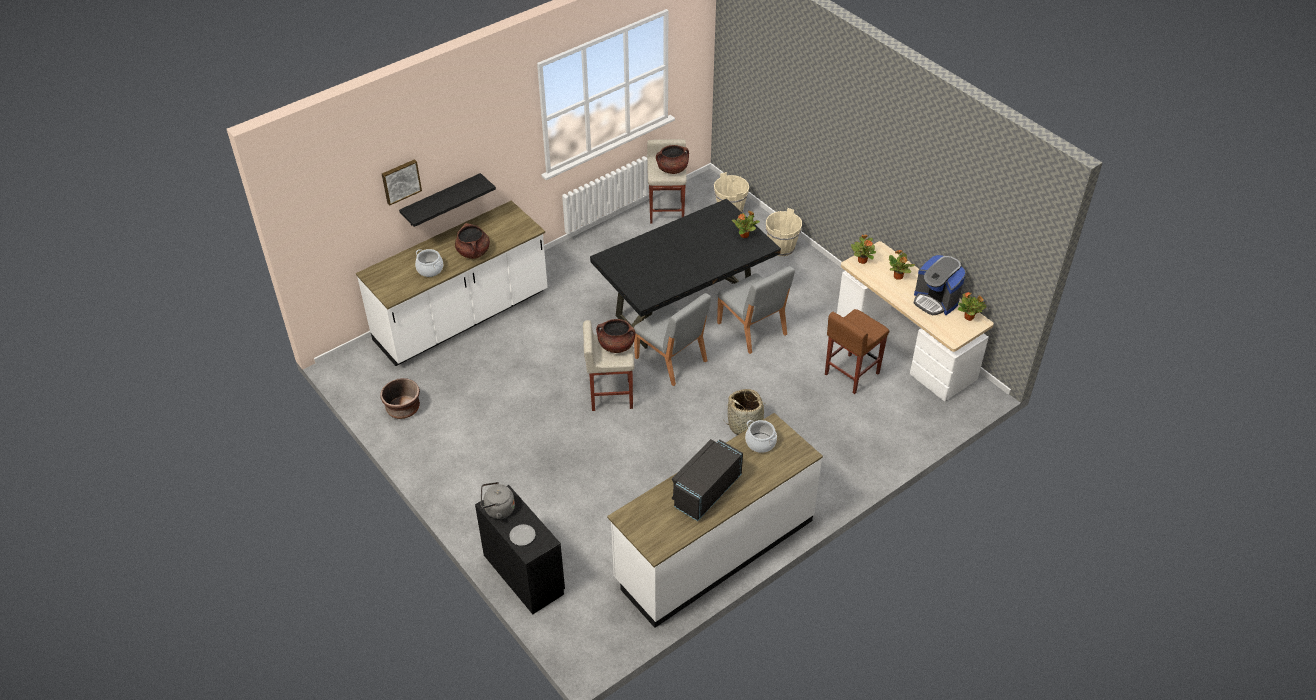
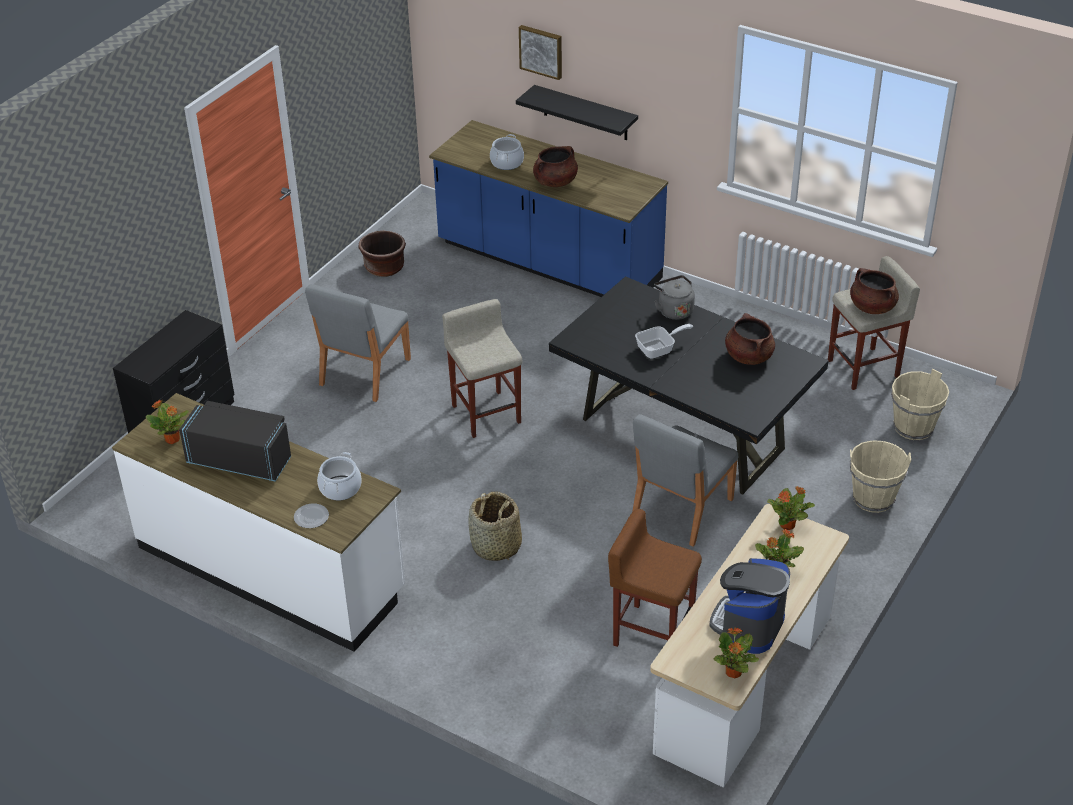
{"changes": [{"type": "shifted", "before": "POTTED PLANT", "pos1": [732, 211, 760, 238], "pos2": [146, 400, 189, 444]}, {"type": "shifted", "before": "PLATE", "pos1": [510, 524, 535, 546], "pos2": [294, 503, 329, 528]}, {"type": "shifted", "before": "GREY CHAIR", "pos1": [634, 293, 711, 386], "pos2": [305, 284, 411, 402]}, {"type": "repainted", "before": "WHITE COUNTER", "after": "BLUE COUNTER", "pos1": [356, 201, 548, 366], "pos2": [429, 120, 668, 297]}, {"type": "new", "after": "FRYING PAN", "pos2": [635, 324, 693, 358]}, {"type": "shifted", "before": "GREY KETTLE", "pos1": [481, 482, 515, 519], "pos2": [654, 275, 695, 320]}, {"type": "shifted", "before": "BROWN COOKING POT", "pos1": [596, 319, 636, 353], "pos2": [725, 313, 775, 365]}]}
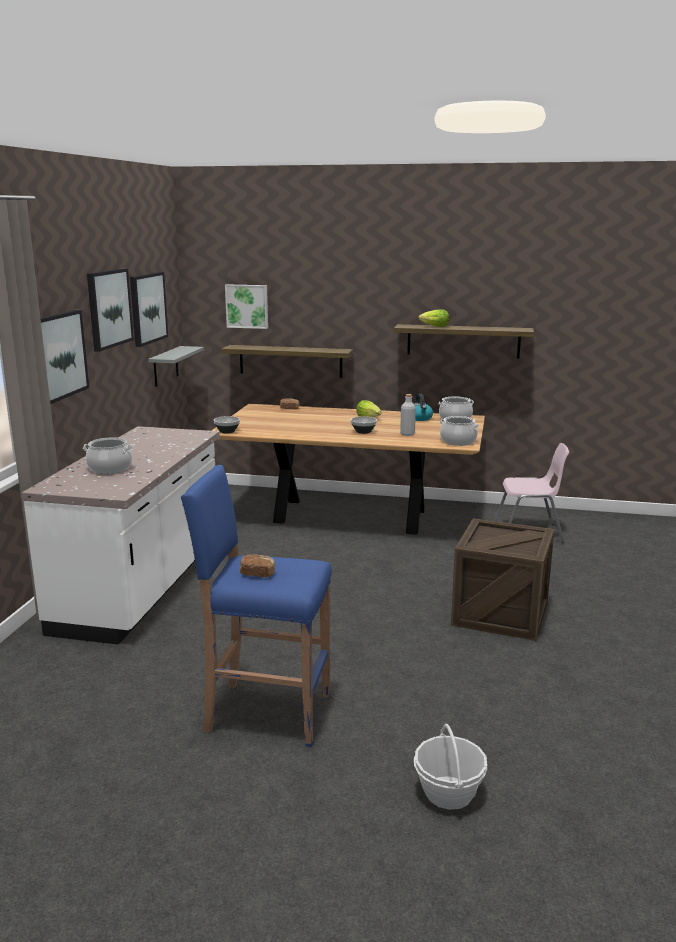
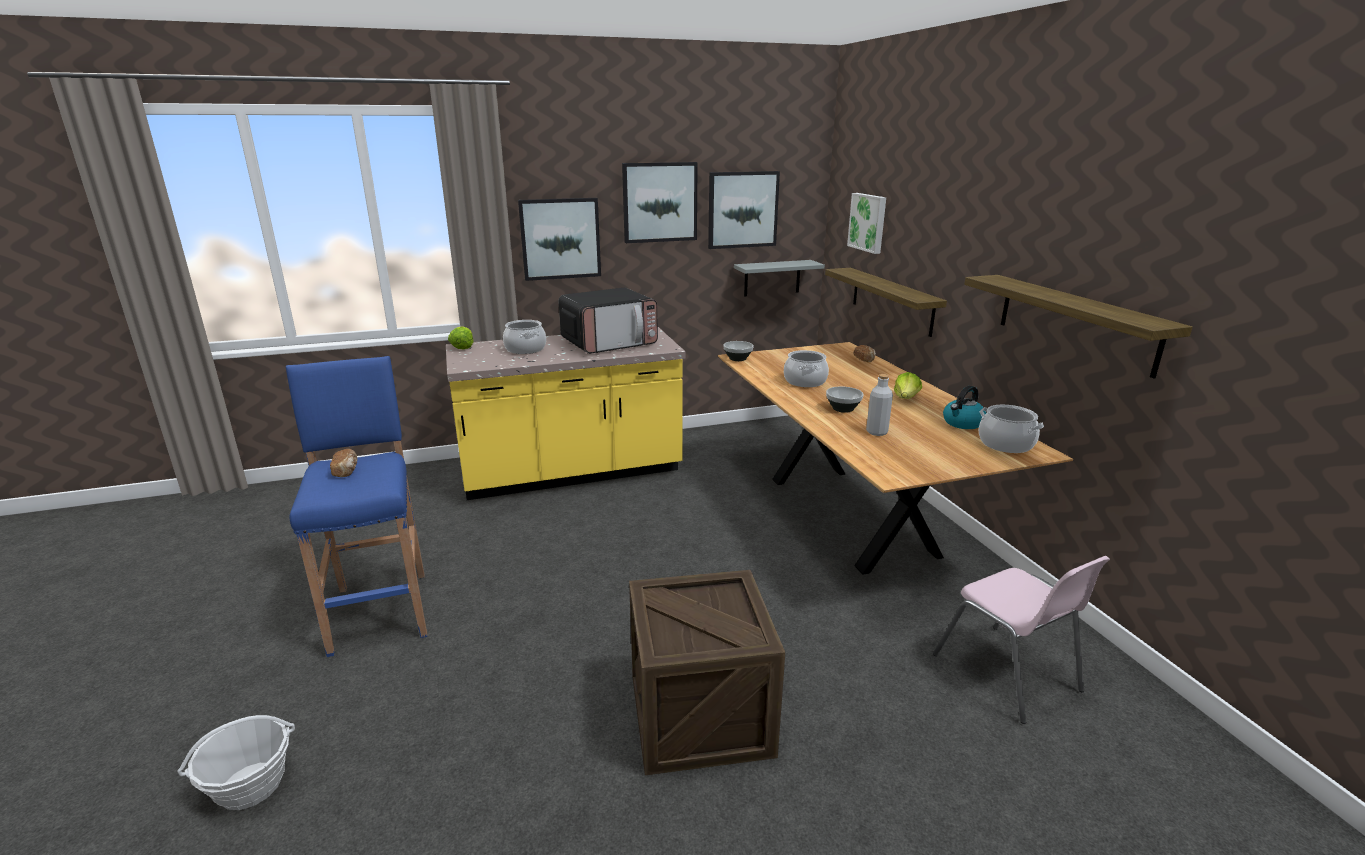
{"changes": [{"type": "repainted", "before": "WHITE COUNTER", "after": "YELLOW COUNTER", "pos1": [22, 426, 220, 645], "pos2": [446, 327, 685, 500]}, {"type": "shifted", "before": "LETTUCE", "pos1": [418, 309, 449, 327], "pos2": [448, 326, 474, 349]}, {"type": "new", "after": "MICROWAVE", "pos2": [558, 288, 658, 354]}, {"type": "shifted", "before": "COOKING POT", "pos1": [440, 416, 479, 446], "pos2": [784, 350, 829, 387]}]}
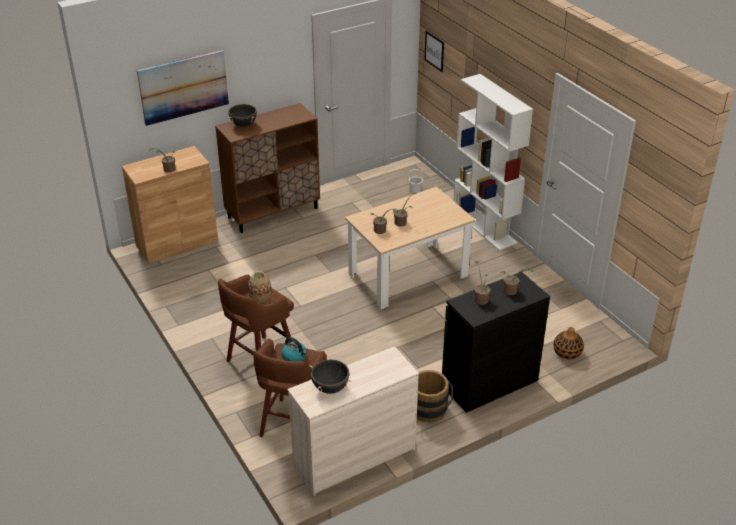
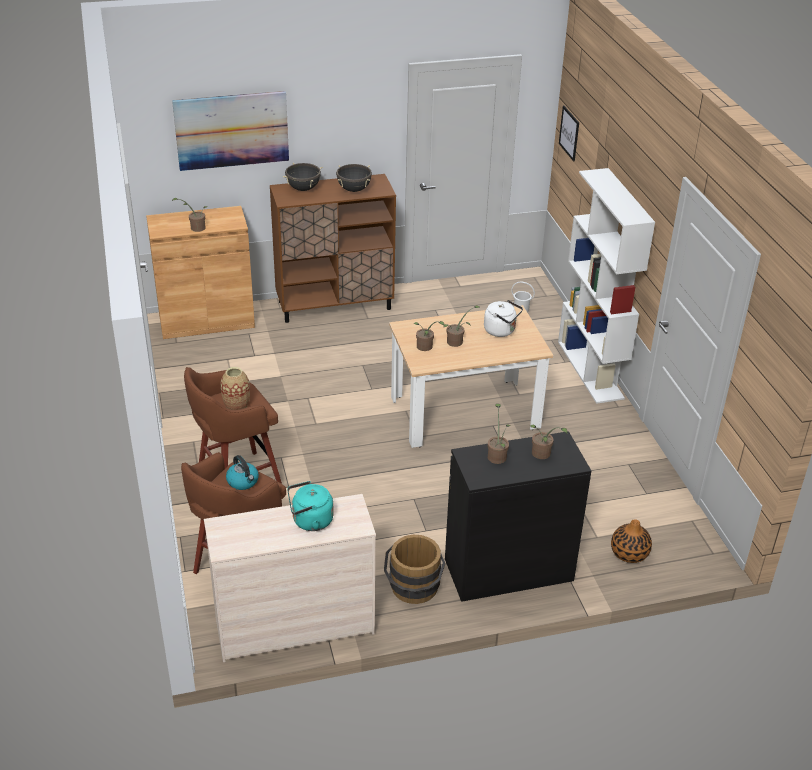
{"changes": [{"type": "new", "after": "TURQUOISE KETTLE", "pos2": [287, 481, 334, 531]}, {"type": "shifted", "before": "BLACK COOKING POT", "pos1": [309, 358, 351, 394], "pos2": [336, 164, 372, 192]}, {"type": "new", "after": "WHITE KETTLE", "pos2": [484, 300, 523, 337]}]}
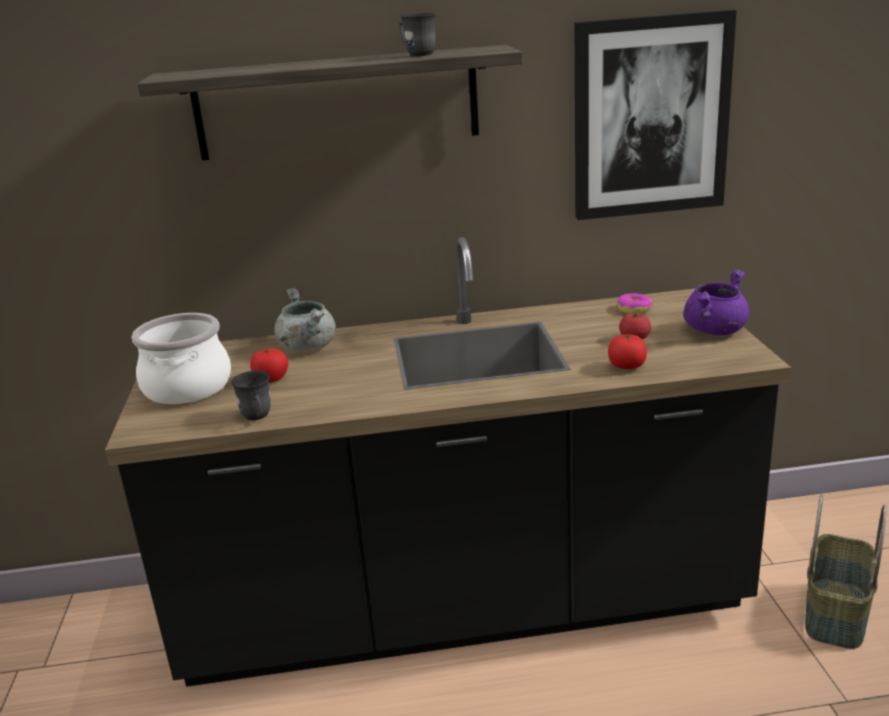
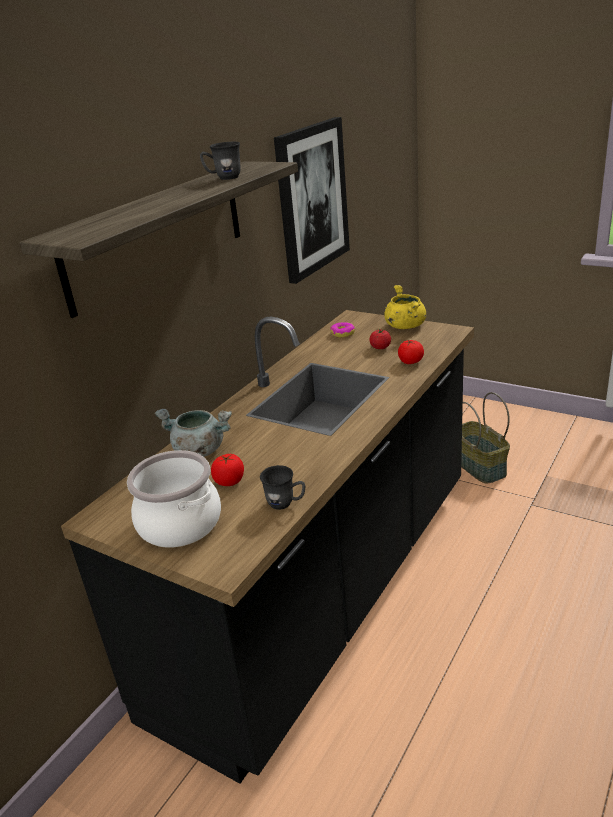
{"changes": [{"type": "repainted", "before": "PURPLE COOKING POT", "after": "YELLOW COOKING POT", "pos1": [683, 269, 749, 335], "pos2": [384, 285, 426, 329]}]}
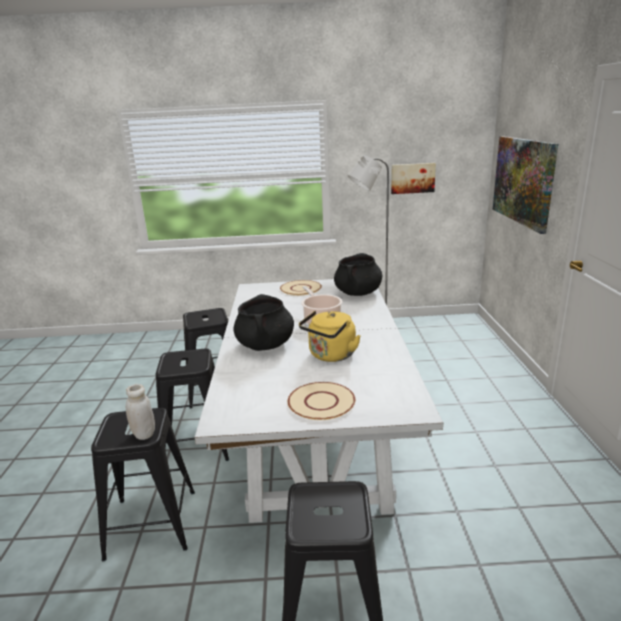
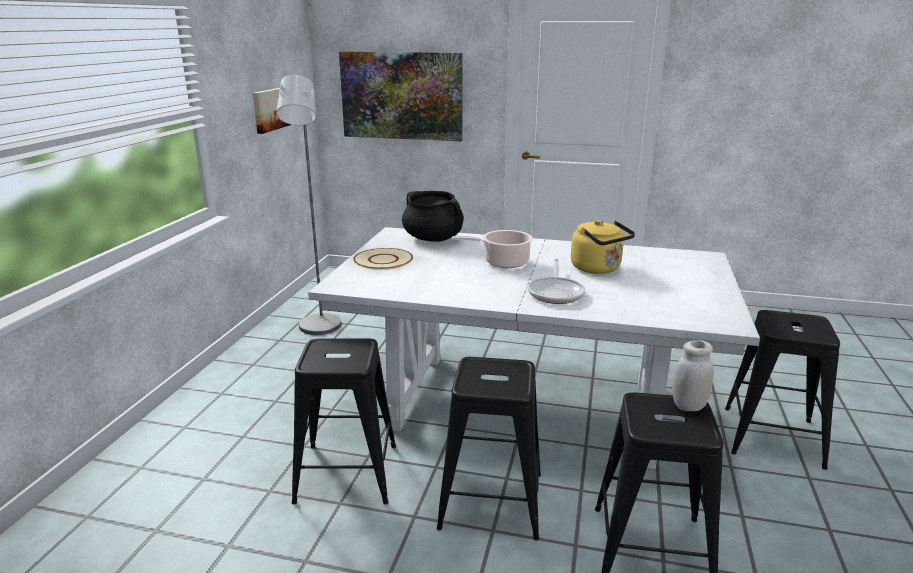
{"changes": [{"type": "swapped", "before": "BLACK COOKING POT", "after": "FRYING PAN", "pos1": [233, 294, 294, 351], "pos2": [528, 258, 585, 304]}, {"type": "gone", "before": "BEIGE PLATE", "pos1": [288, 382, 355, 420]}]}
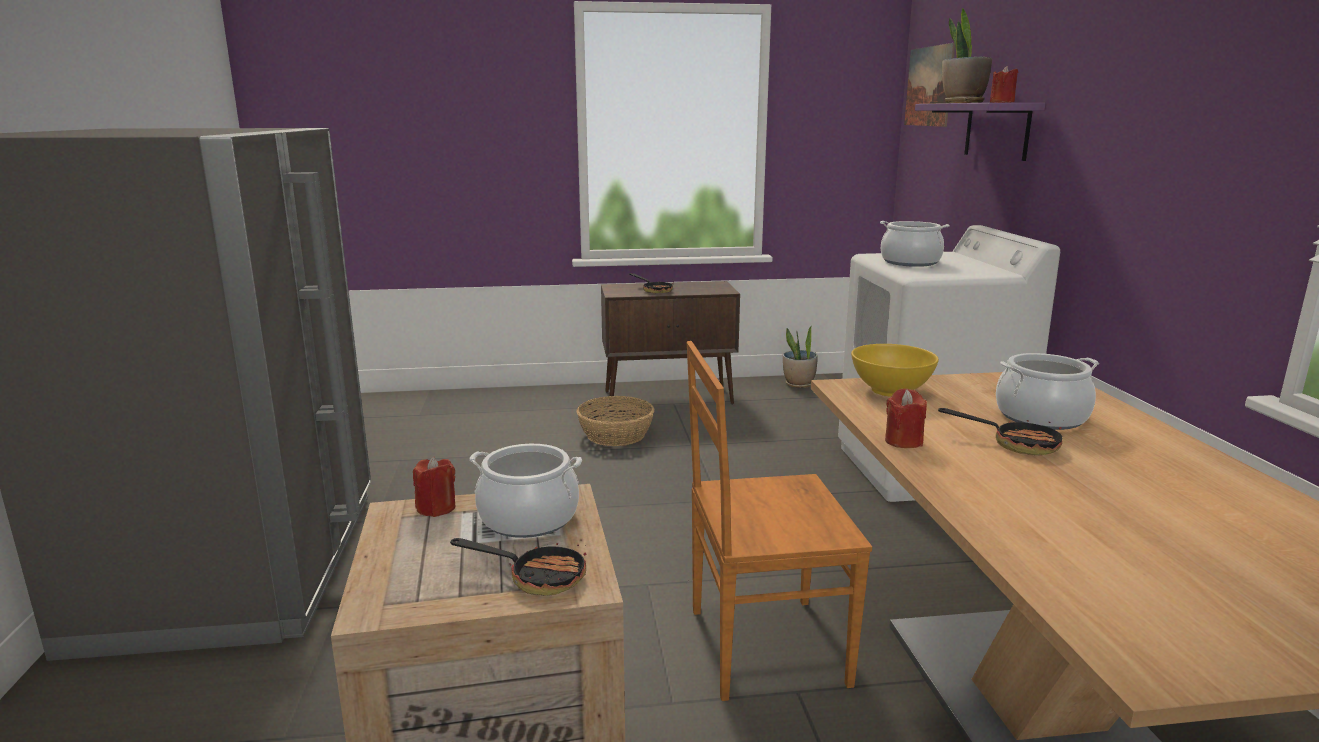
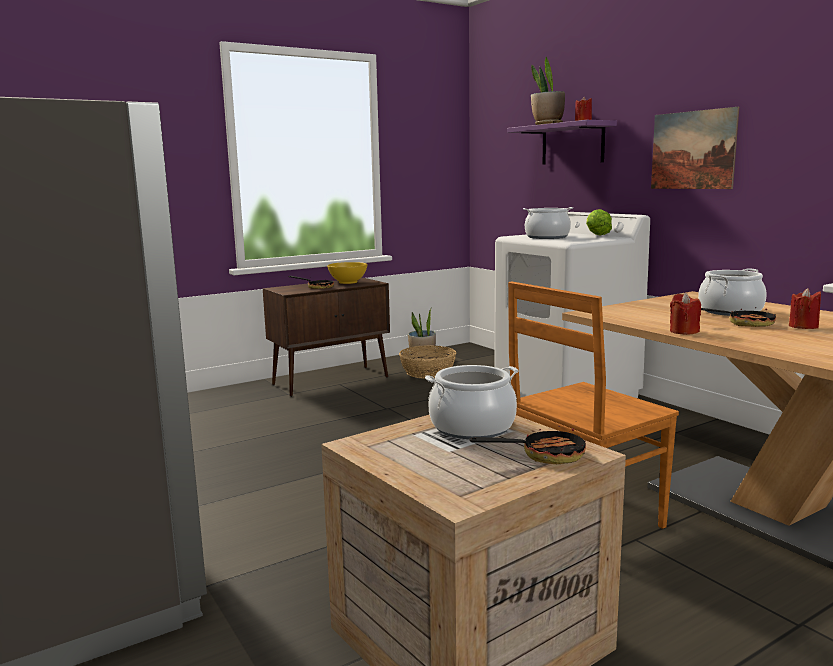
{"changes": [{"type": "shifted", "before": "YELLOW BOWL", "pos1": [851, 344, 939, 397], "pos2": [327, 262, 367, 284]}, {"type": "shifted", "before": "BASKET", "pos1": [576, 396, 655, 446], "pos2": [399, 345, 457, 379]}, {"type": "new", "after": "LETTUCE", "pos2": [586, 209, 612, 235]}, {"type": "shifted", "before": "PICTURE", "pos1": [904, 43, 955, 127], "pos2": [651, 107, 739, 189]}, {"type": "shifted", "before": "RED CANDLE", "pos1": [413, 456, 455, 517], "pos2": [789, 288, 821, 329]}]}
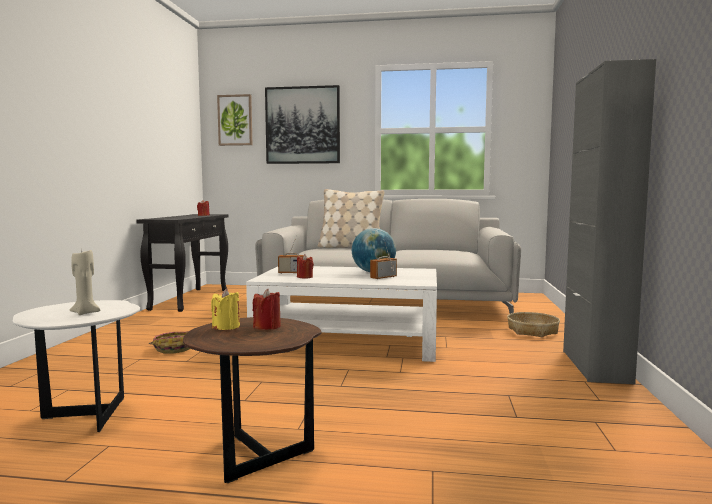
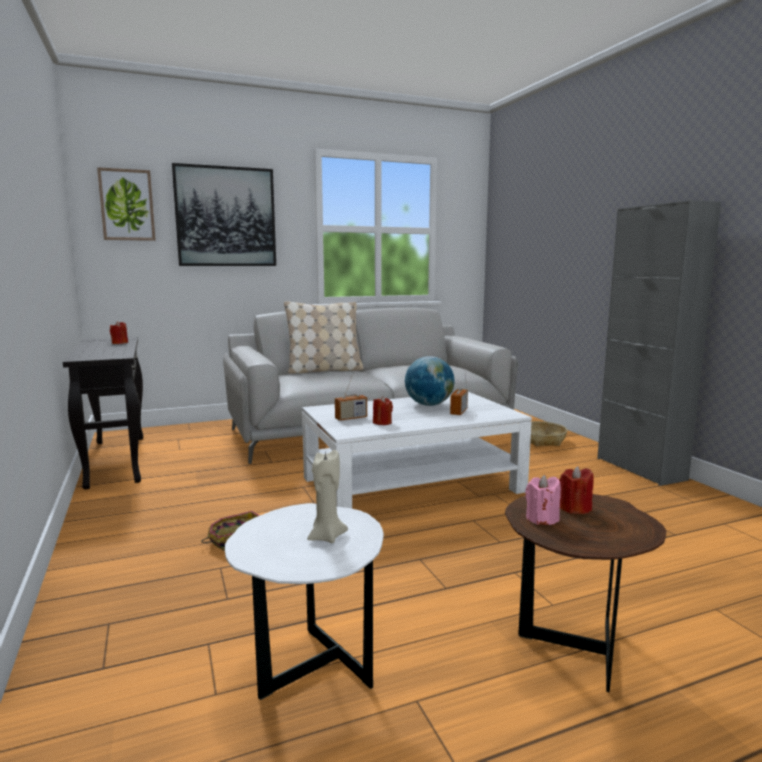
{"changes": [{"type": "repainted", "before": "YELLOW CANDLE", "after": "PINK CANDLE", "pos1": [211, 289, 240, 330], "pos2": [525, 475, 561, 525]}]}
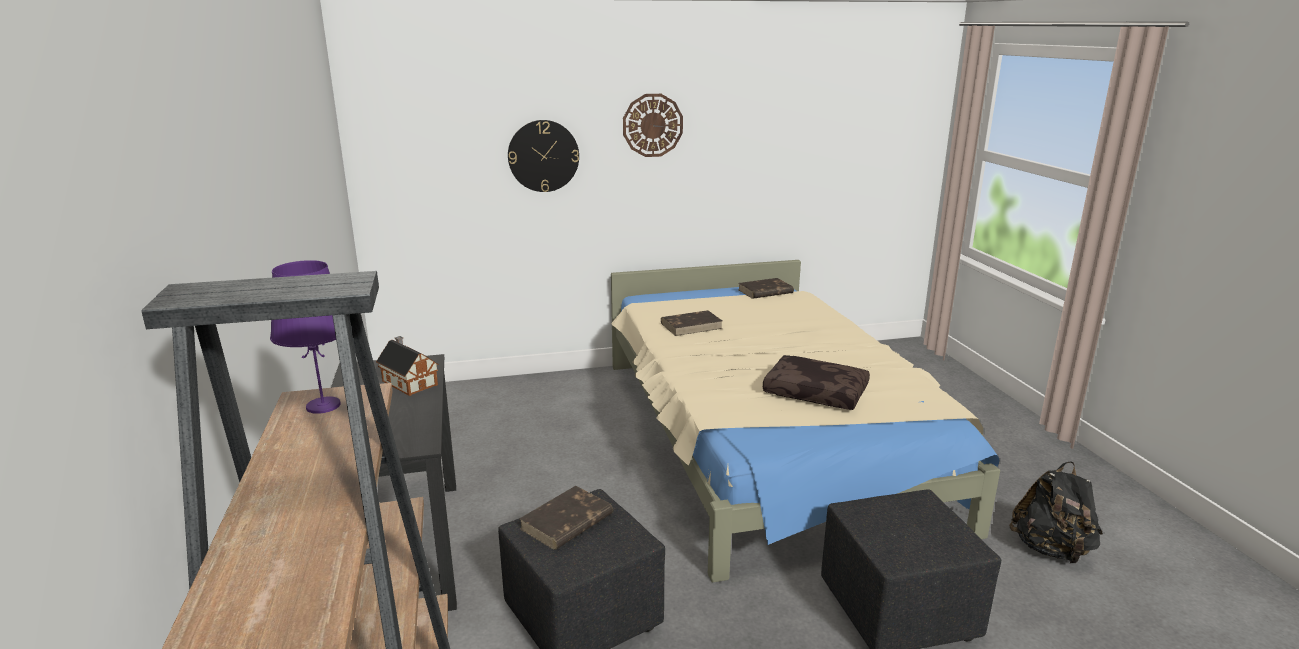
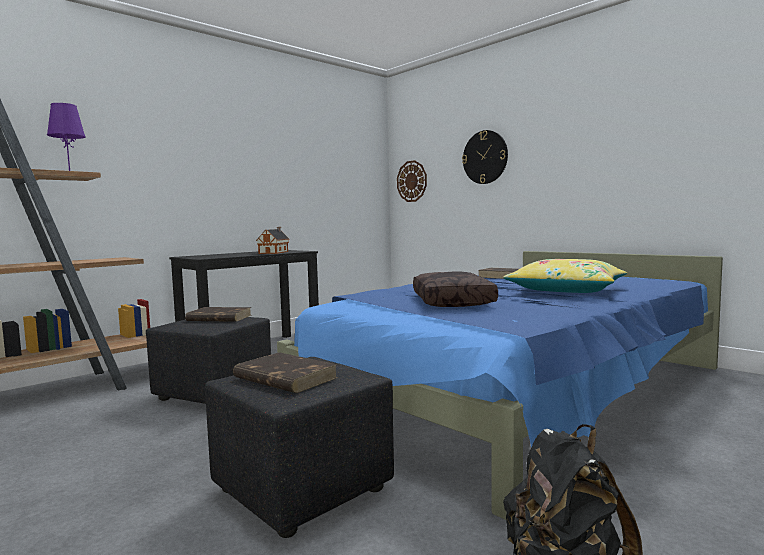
{"changes": [{"type": "shifted", "before": "BROWN BOOK", "pos1": [739, 278, 794, 299], "pos2": [233, 352, 338, 393]}, {"type": "repainted", "before": "BEIGE BED", "after": "BLUE BED", "pos1": [611, 260, 1000, 583], "pos2": [277, 251, 723, 520]}, {"type": "shifted", "before": "WALL CLOCK", "pos1": [623, 94, 683, 157], "pos2": [397, 160, 427, 202]}, {"type": "new", "after": "YELLOW PILLOW", "pos2": [503, 259, 627, 293]}]}
